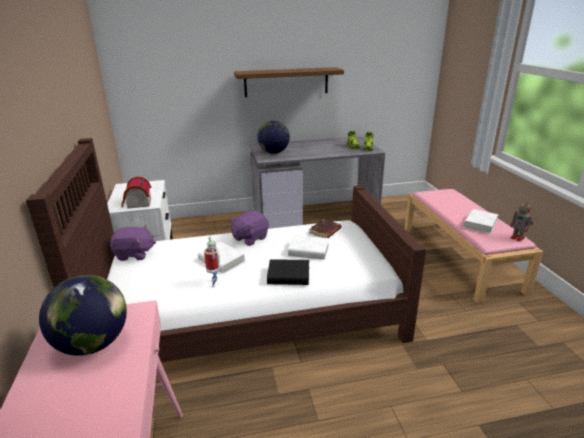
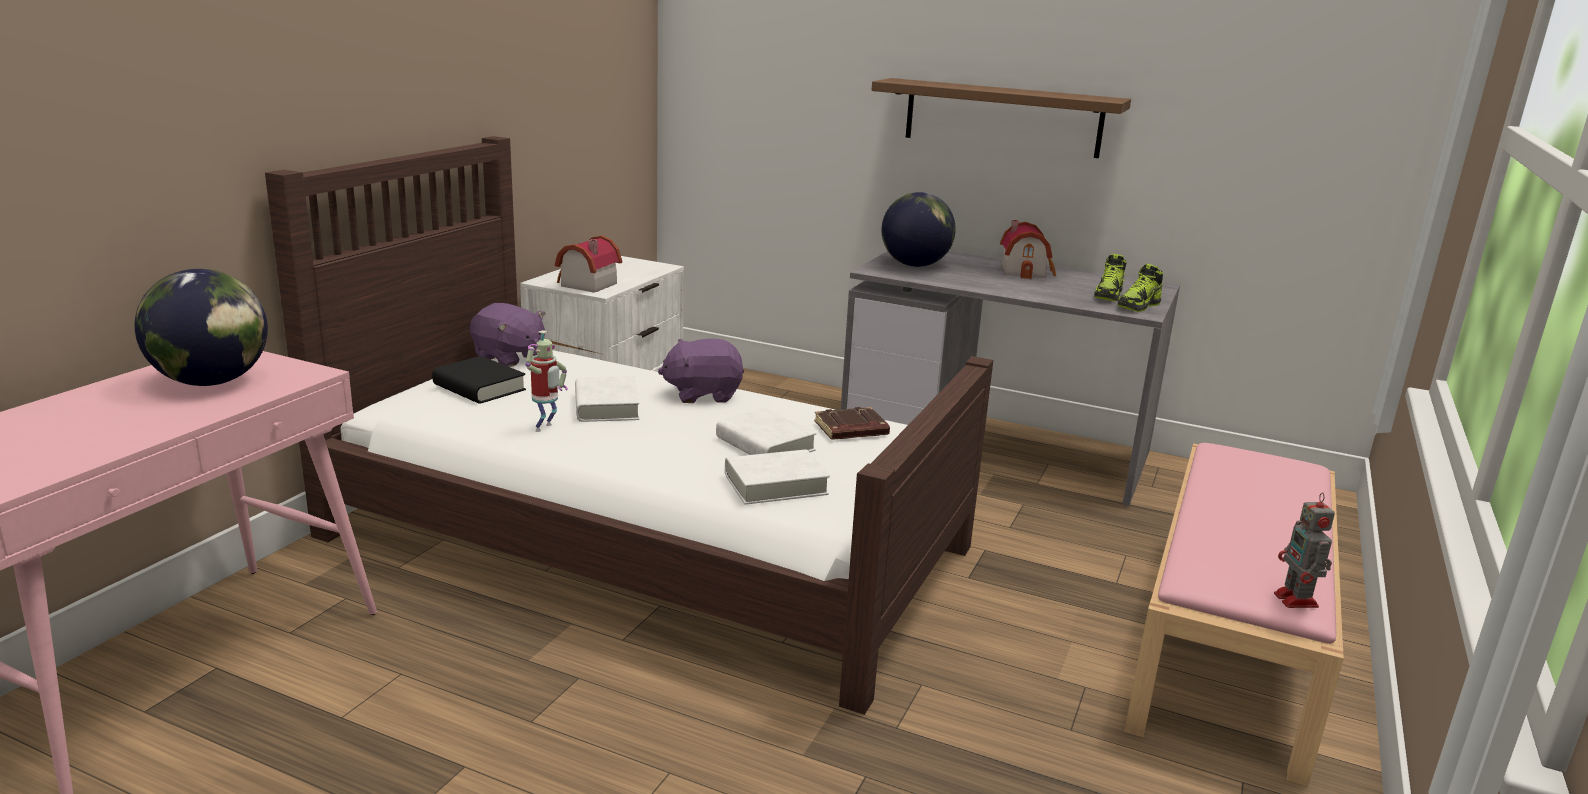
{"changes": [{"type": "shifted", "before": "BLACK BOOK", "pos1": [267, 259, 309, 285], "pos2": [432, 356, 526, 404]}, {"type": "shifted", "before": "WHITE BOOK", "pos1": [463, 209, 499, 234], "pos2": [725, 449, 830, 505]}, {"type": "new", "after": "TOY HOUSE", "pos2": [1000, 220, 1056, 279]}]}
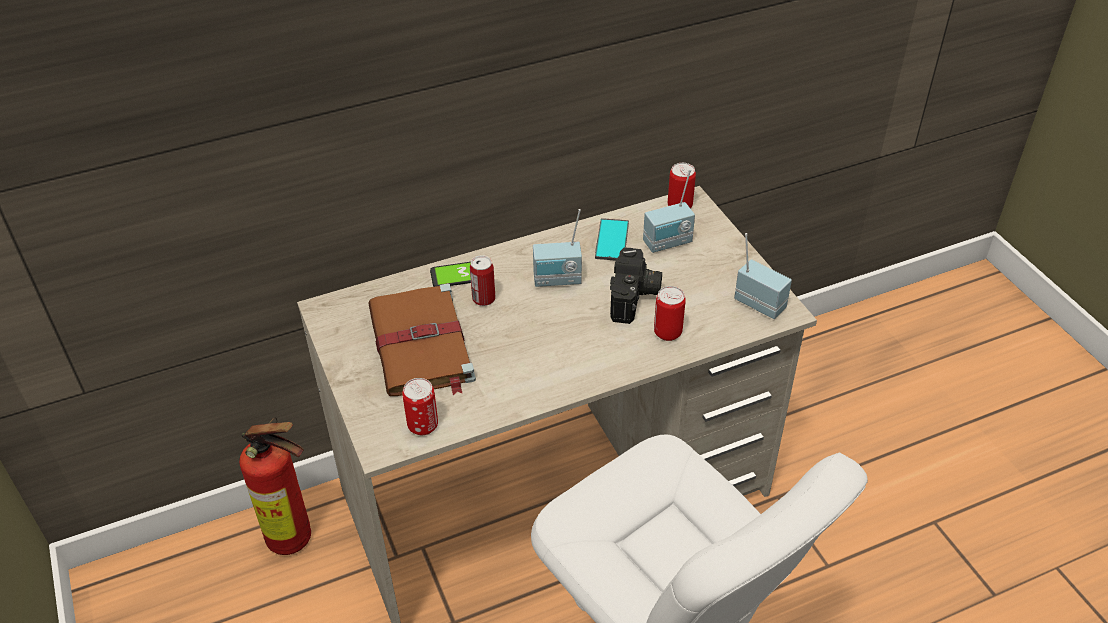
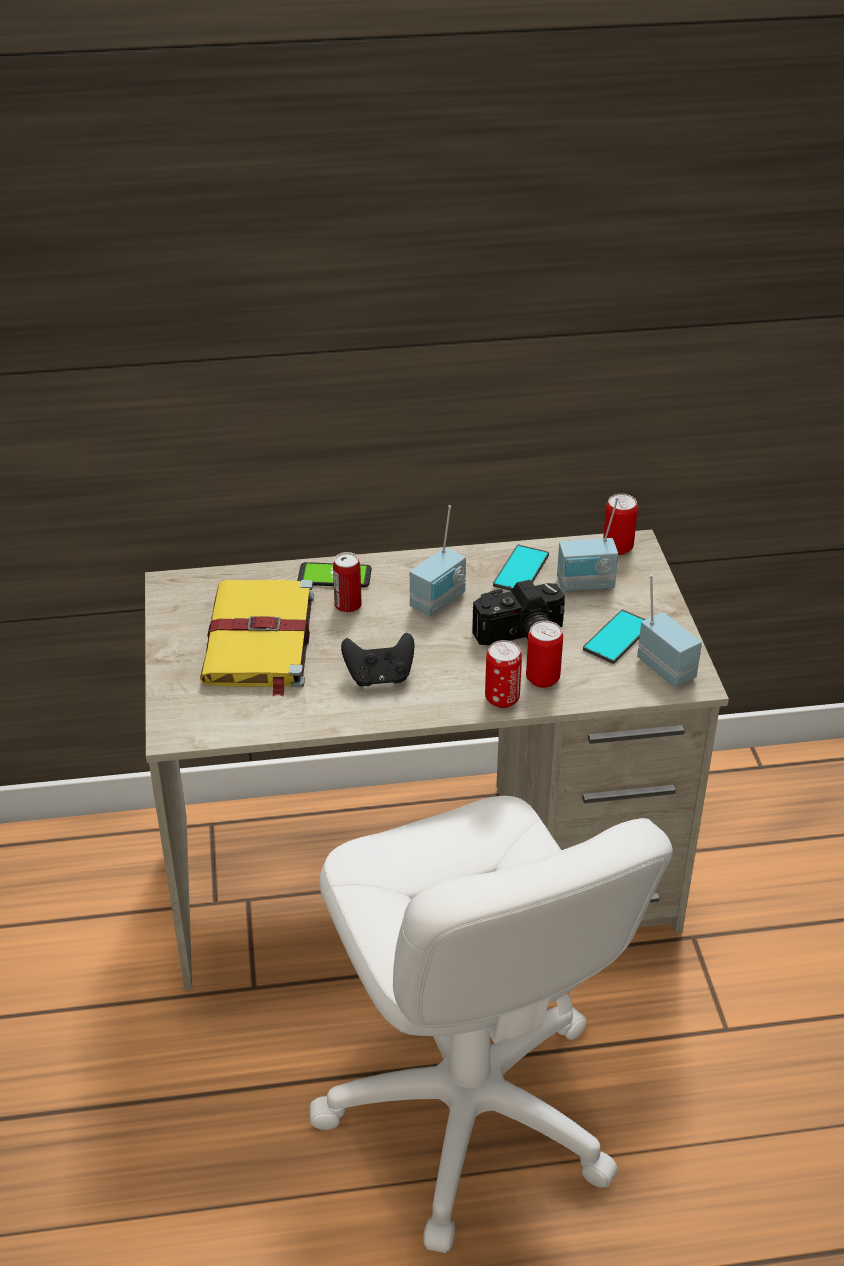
{"changes": [{"type": "repainted", "before": "BROWN BOOK", "after": "YELLOW BOOK", "pos1": [368, 283, 476, 396], "pos2": [200, 580, 314, 697]}, {"type": "new", "after": "BLACK GAME CONTROLLER", "pos2": [341, 633, 415, 686]}, {"type": "rotated", "before": "RADIO", "pos1": [533, 209, 582, 287], "pos2": [410, 505, 466, 617], "turn": -60}, {"type": "rotated", "before": "PHOTO CAMERA", "pos1": [610, 247, 662, 324], "pos2": [472, 580, 565, 645], "turn": 45}, {"type": "shifted", "before": "CAN", "pos1": [402, 378, 438, 435], "pos2": [485, 640, 522, 708]}, {"type": "new", "after": "PHONE", "pos2": [583, 610, 646, 664]}, {"type": "gone", "before": "FIRE EXTINGUISHER", "pos1": [239, 418, 311, 555]}]}
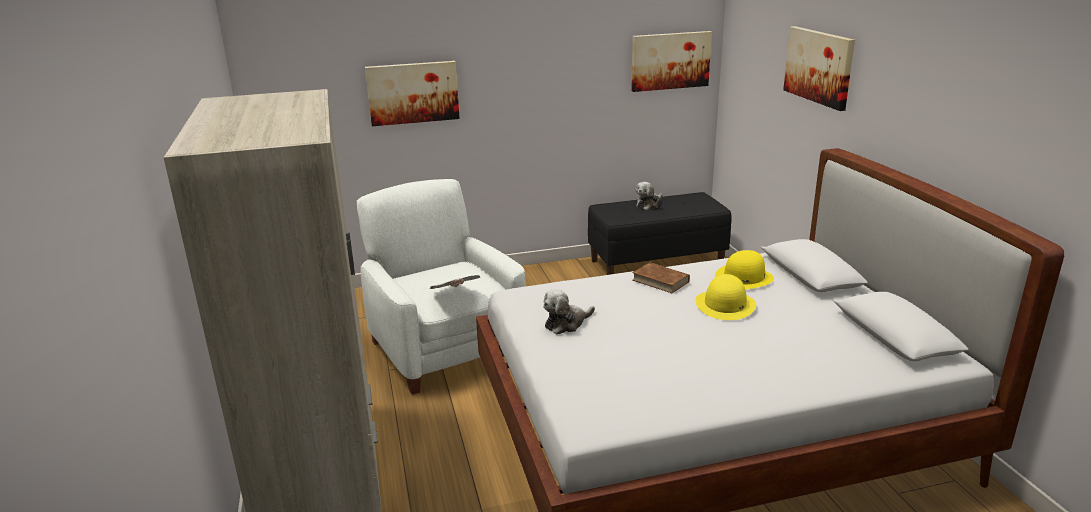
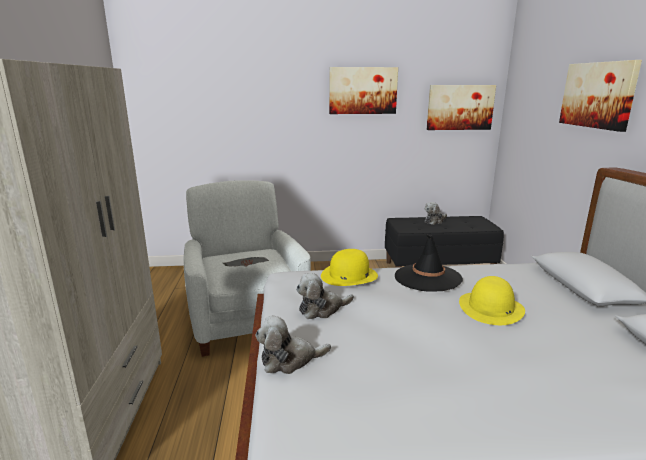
{"changes": [{"type": "new", "after": "PLUSH TOY", "pos2": [255, 316, 331, 374]}, {"type": "shifted", "before": "YELLOW HAT", "pos1": [715, 250, 774, 289], "pos2": [321, 249, 378, 286]}, {"type": "shifted", "before": "PICTURE", "pos1": [365, 61, 460, 126], "pos2": [329, 67, 398, 114]}, {"type": "swapped", "before": "BROWN BOOK", "after": "BLACK HAT", "pos1": [632, 262, 690, 293], "pos2": [395, 235, 463, 292]}]}
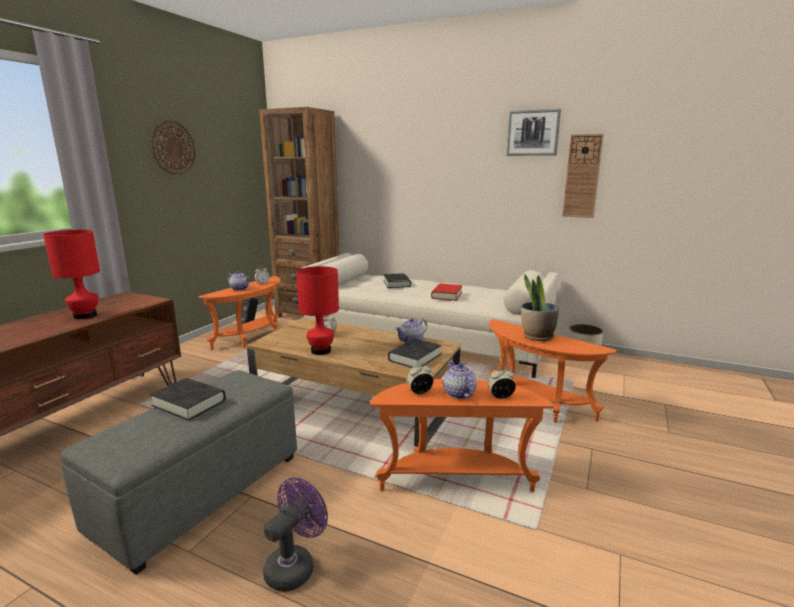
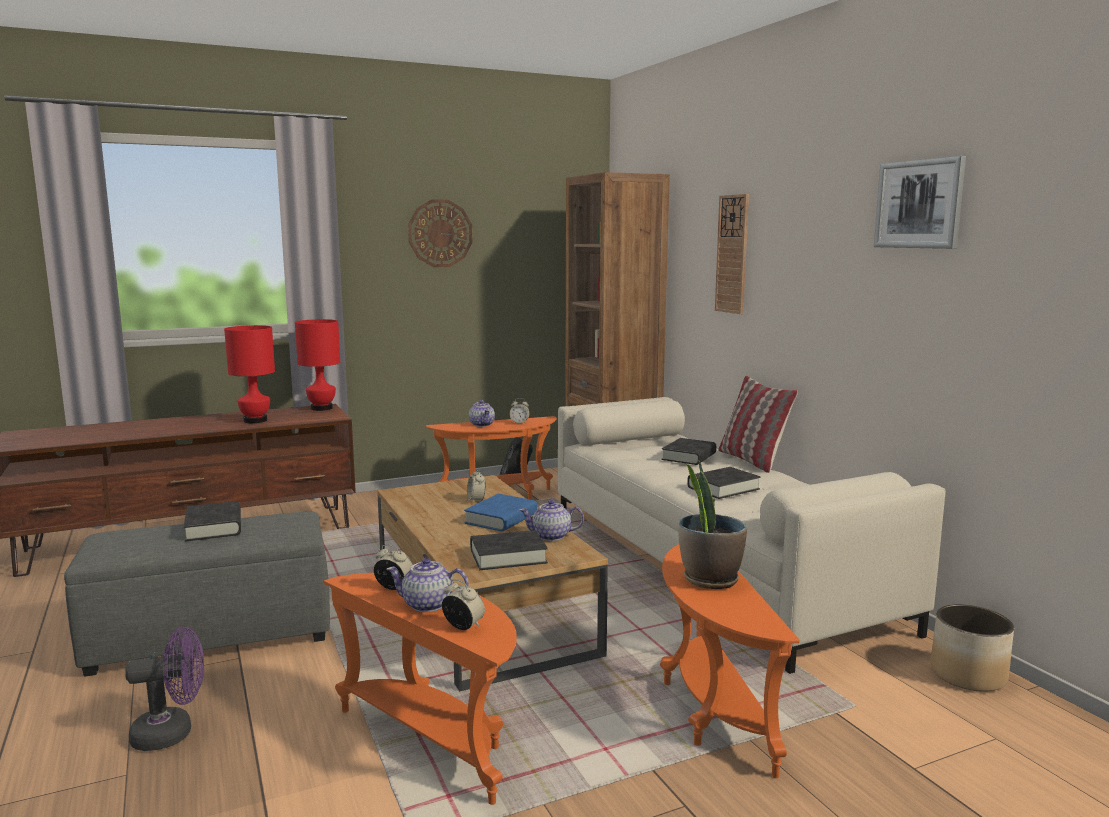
{"changes": [{"type": "shifted", "before": "RED TABLE LAMP", "pos1": [296, 266, 339, 355], "pos2": [295, 319, 340, 411]}, {"type": "rotated", "before": "TEAPOT", "pos1": [443, 361, 477, 399], "pos2": [387, 558, 469, 612], "turn": -105}, {"type": "new", "after": "BLUE BOOK", "pos2": [464, 494, 537, 532]}, {"type": "repainted", "before": "RED BOOK", "after": "BLACK BOOK", "pos1": [431, 283, 462, 301], "pos2": [687, 467, 760, 499]}, {"type": "shifted", "before": "WALL CLOCK", "pos1": [563, 134, 604, 218], "pos2": [715, 194, 749, 314]}, {"type": "new", "after": "PILLOW", "pos2": [718, 376, 798, 473]}]}
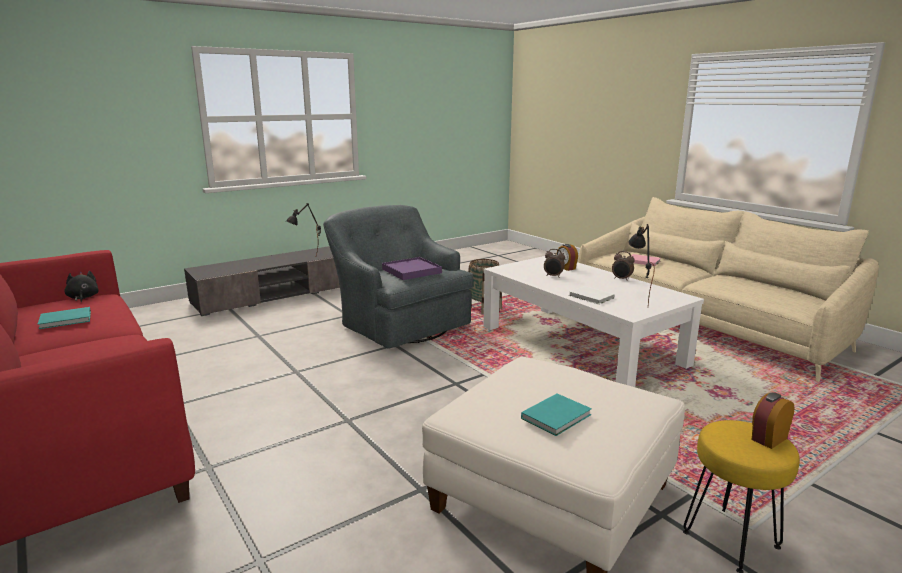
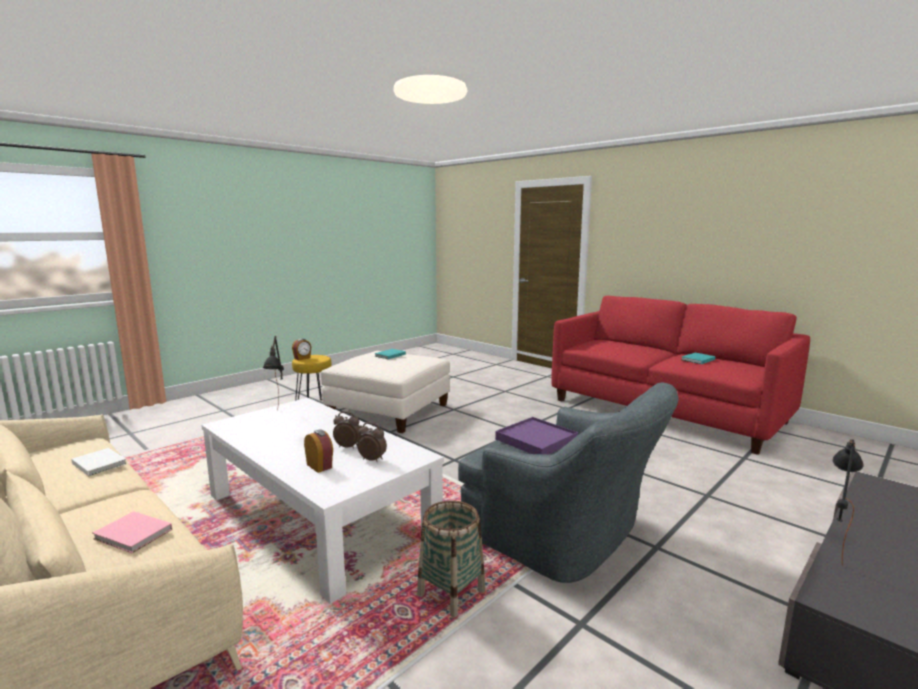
{"changes": [{"type": "shifted", "before": "WHITE BOOK", "pos1": [569, 286, 615, 304], "pos2": [71, 448, 127, 476]}, {"type": "shifted", "before": "ALARM CLOCK", "pos1": [612, 251, 635, 281], "pos2": [357, 422, 387, 462]}, {"type": "gone", "before": "BLACK PLUSH TOY", "pos1": [64, 271, 99, 303]}]}
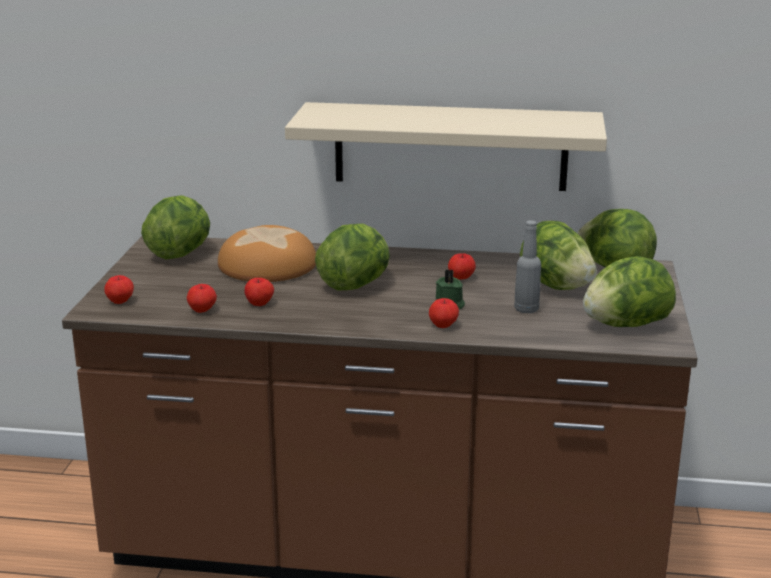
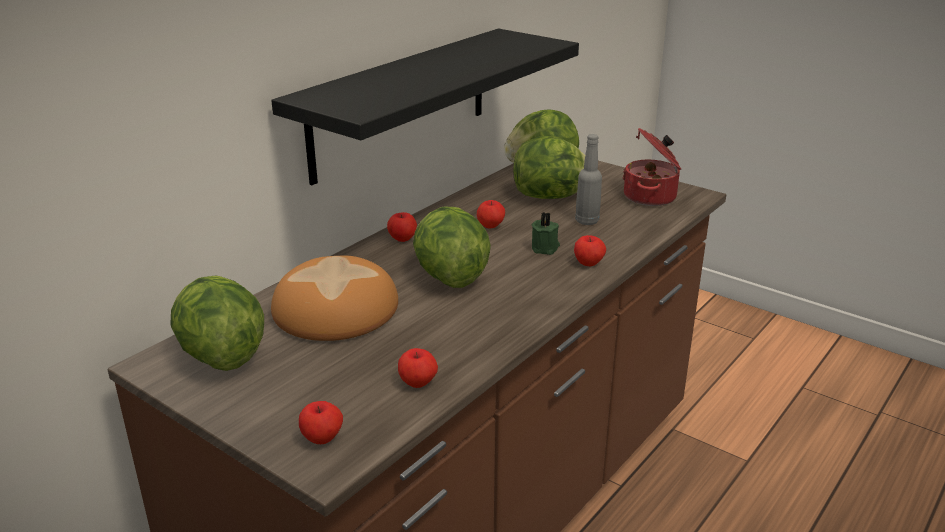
{"changes": [{"type": "repainted", "before": "BEIGE SHELF", "after": "BLACK SHELF", "pos1": [285, 102, 607, 191], "pos2": [271, 28, 579, 185]}, {"type": "shifted", "before": "APPLE", "pos1": [245, 278, 274, 306], "pos2": [387, 212, 417, 242]}, {"type": "swapped", "before": "LETTUCE", "after": "COOKING POT", "pos1": [583, 256, 676, 327], "pos2": [623, 128, 681, 206]}]}
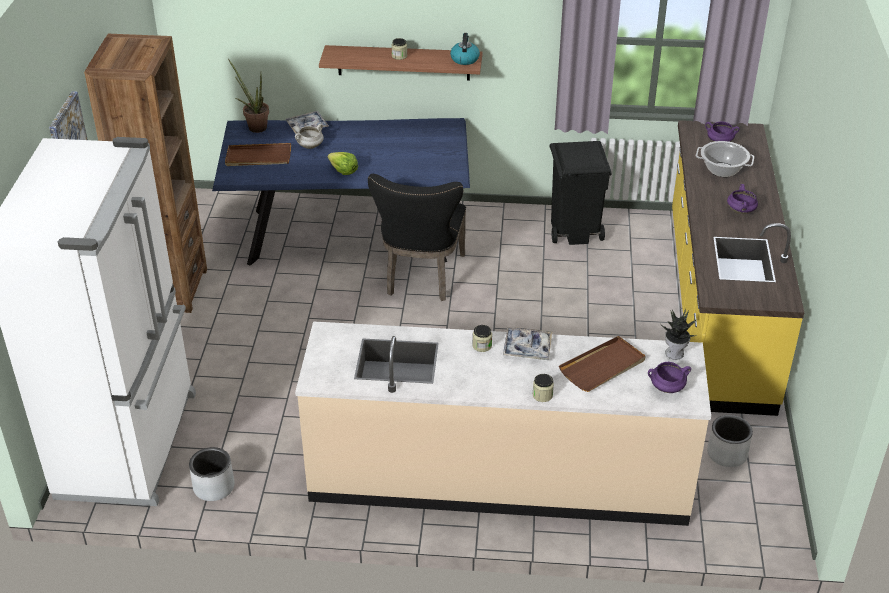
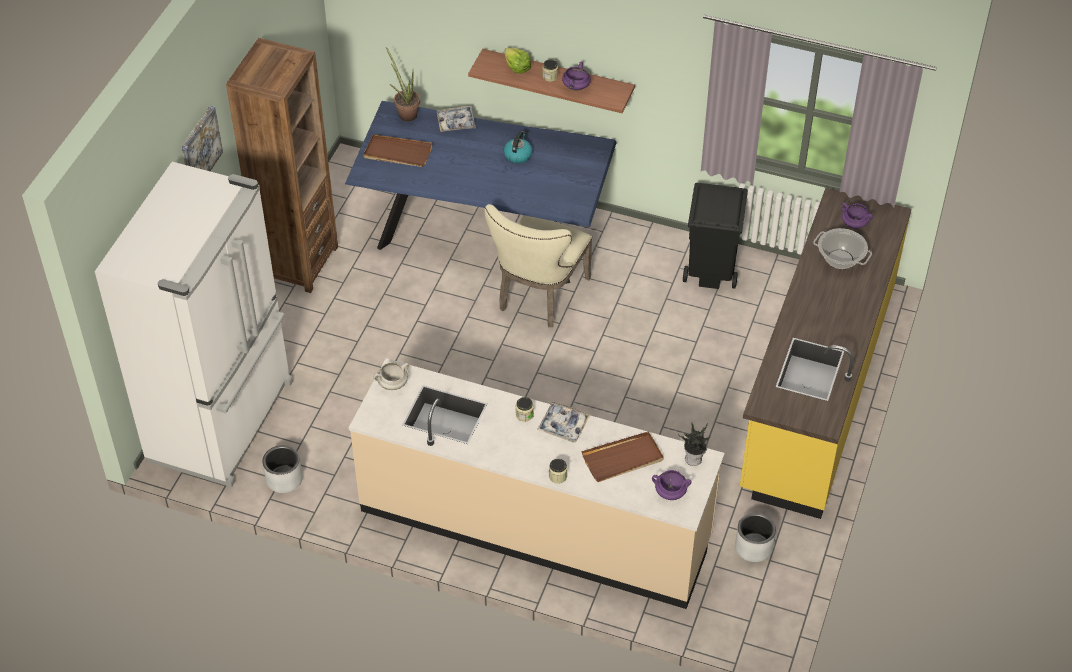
{"changes": [{"type": "shifted", "before": "WHITE COOKING POT", "pos1": [295, 124, 324, 149], "pos2": [374, 362, 409, 390]}, {"type": "repainted", "before": "BLACK CHAIR", "after": "BEIGE CHAIR", "pos1": [368, 174, 466, 301], "pos2": [485, 204, 592, 327]}, {"type": "shifted", "before": "KETTLE", "pos1": [450, 33, 480, 65], "pos2": [503, 131, 532, 163]}, {"type": "shifted", "before": "LETTUCE", "pos1": [328, 152, 358, 175], "pos2": [504, 48, 531, 74]}, {"type": "shifted", "before": "PURPLE COOKING POT", "pos1": [727, 184, 758, 214], "pos2": [562, 62, 591, 91]}]}
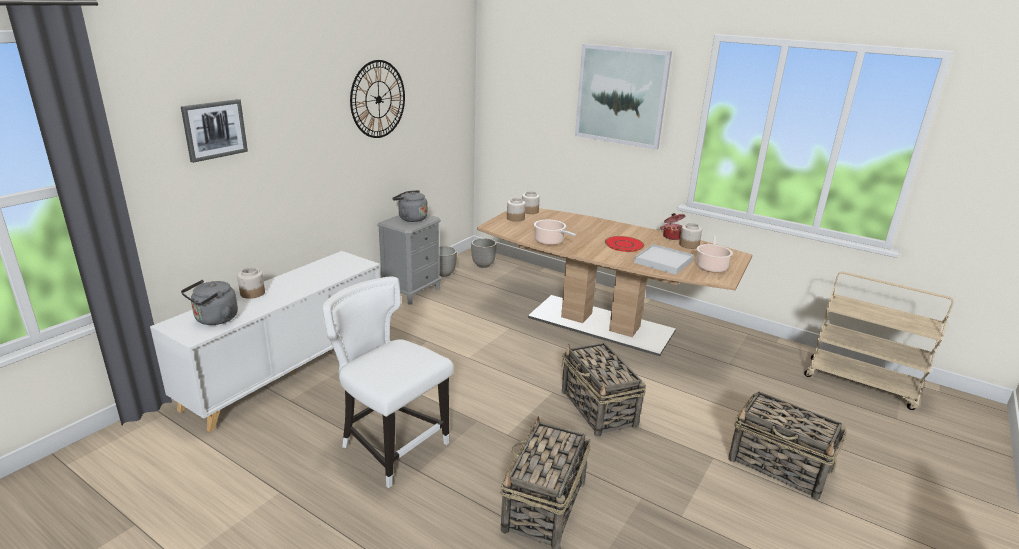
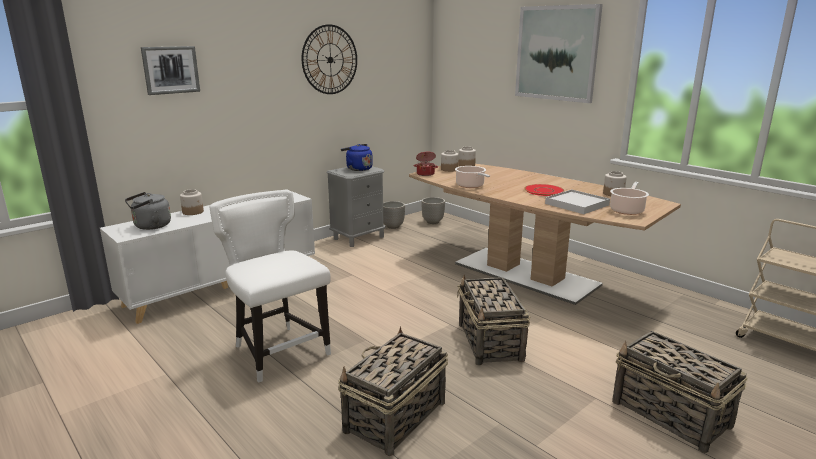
{"changes": [{"type": "repainted", "before": "GREY KETTLE", "after": "BLUE KETTLE", "pos1": [392, 190, 428, 222], "pos2": [341, 144, 373, 171]}, {"type": "shifted", "before": "COOKING POT", "pos1": [660, 213, 685, 240], "pos2": [413, 151, 438, 176]}]}
